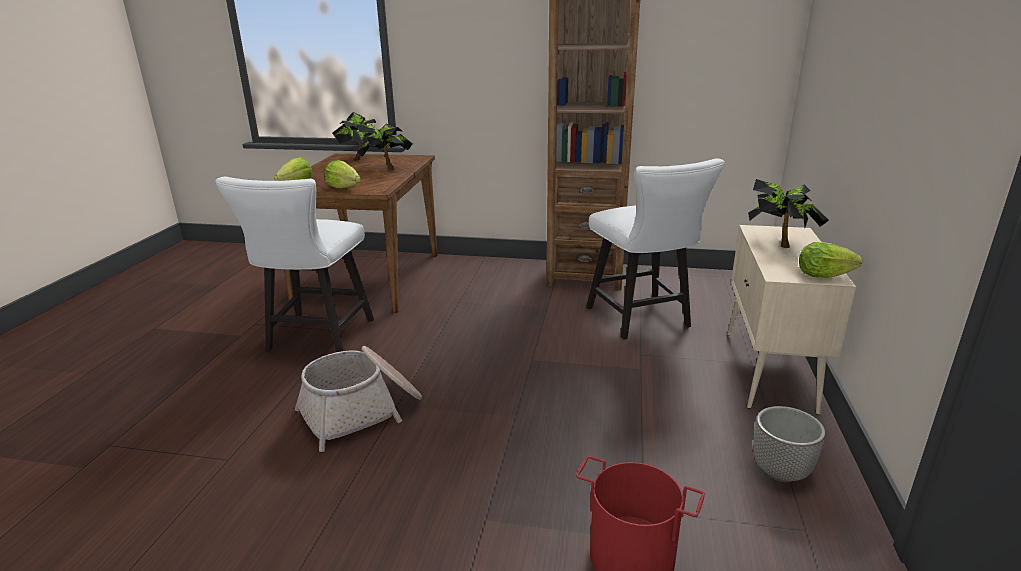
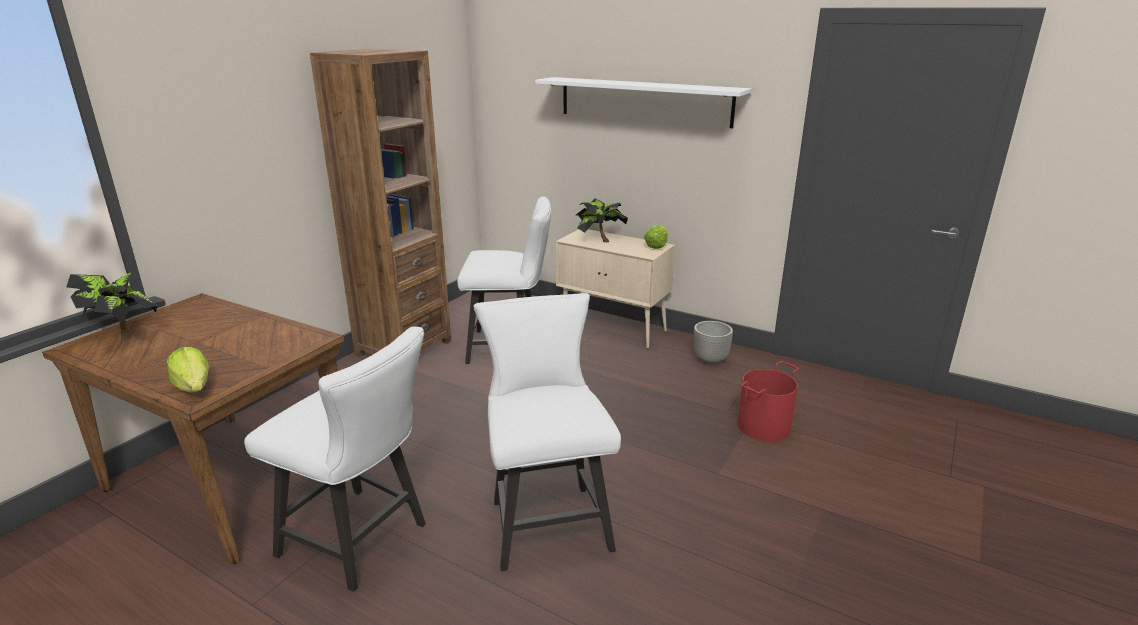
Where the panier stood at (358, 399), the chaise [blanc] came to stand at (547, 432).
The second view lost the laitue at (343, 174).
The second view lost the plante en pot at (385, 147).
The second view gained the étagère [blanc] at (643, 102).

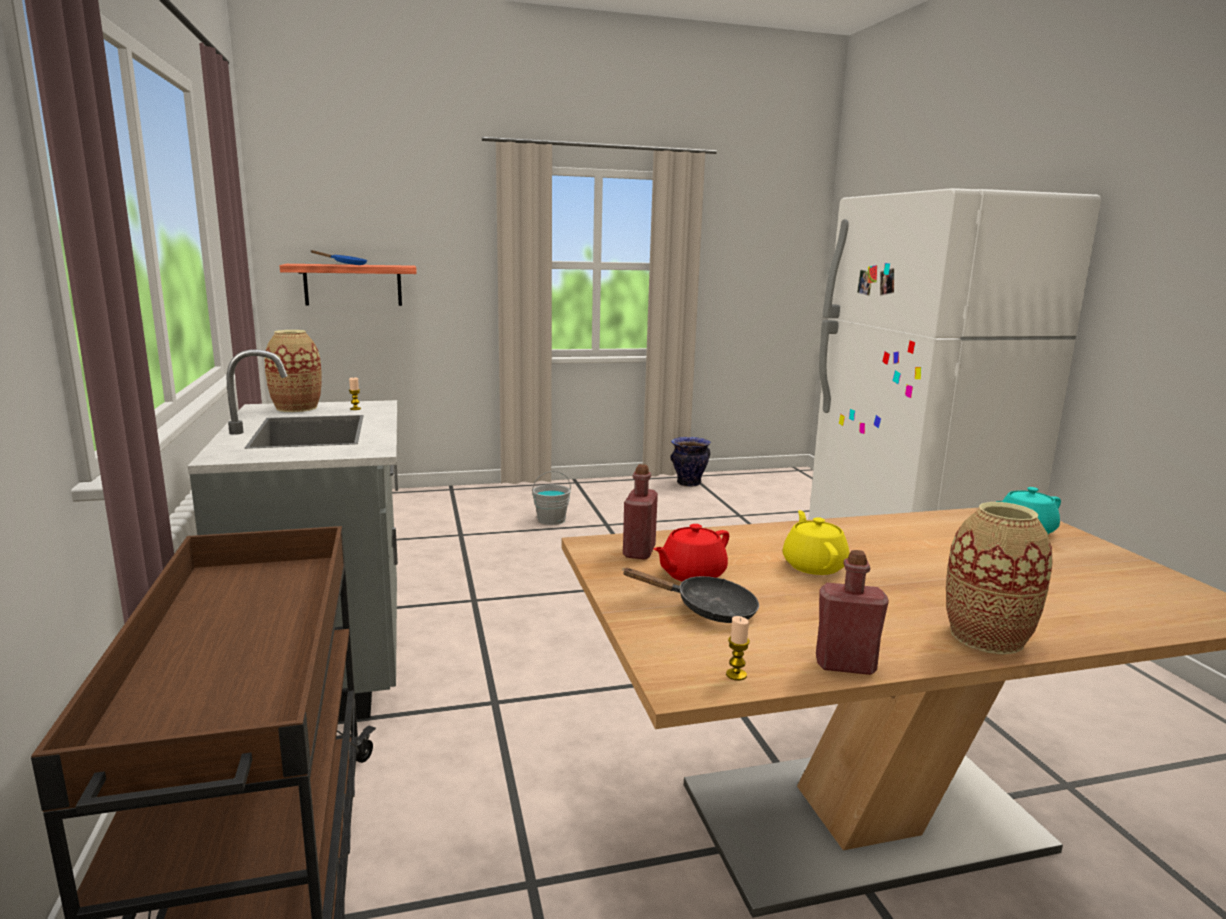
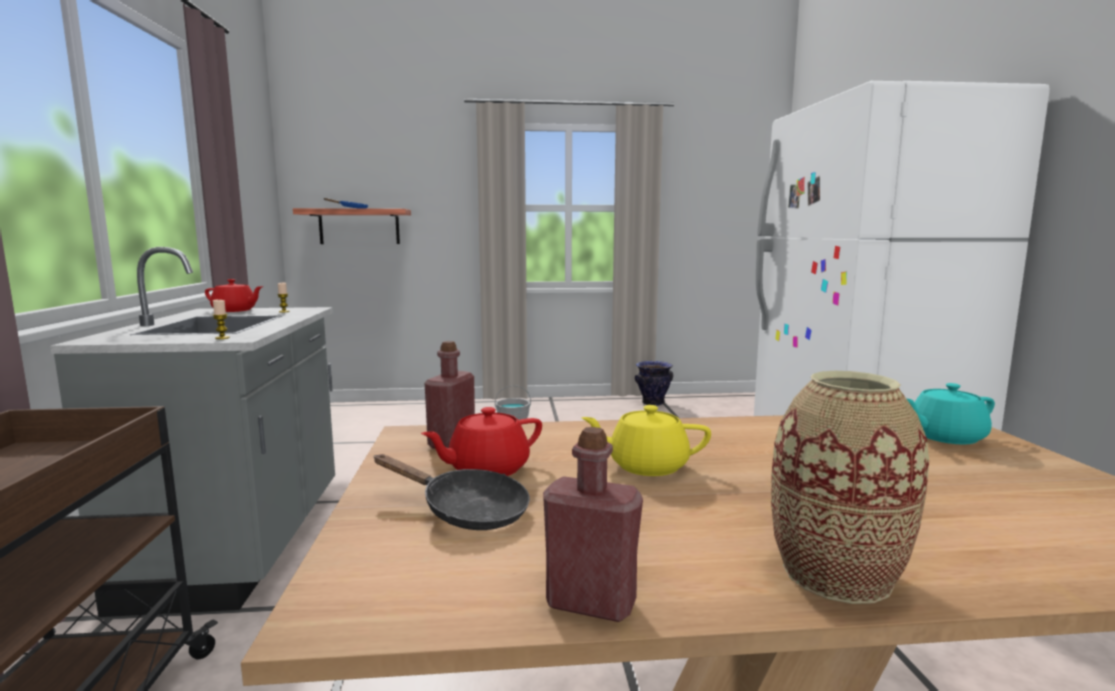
Where the vase stood at (293, 371), the théière [rouge] came to stand at (234, 295).
The bougie ended up elsewhere, having gone from (738, 648) to (221, 319).
The théière [jaune] at (816, 542) ended up facing another way, 90 degrees counterclockwise from before.

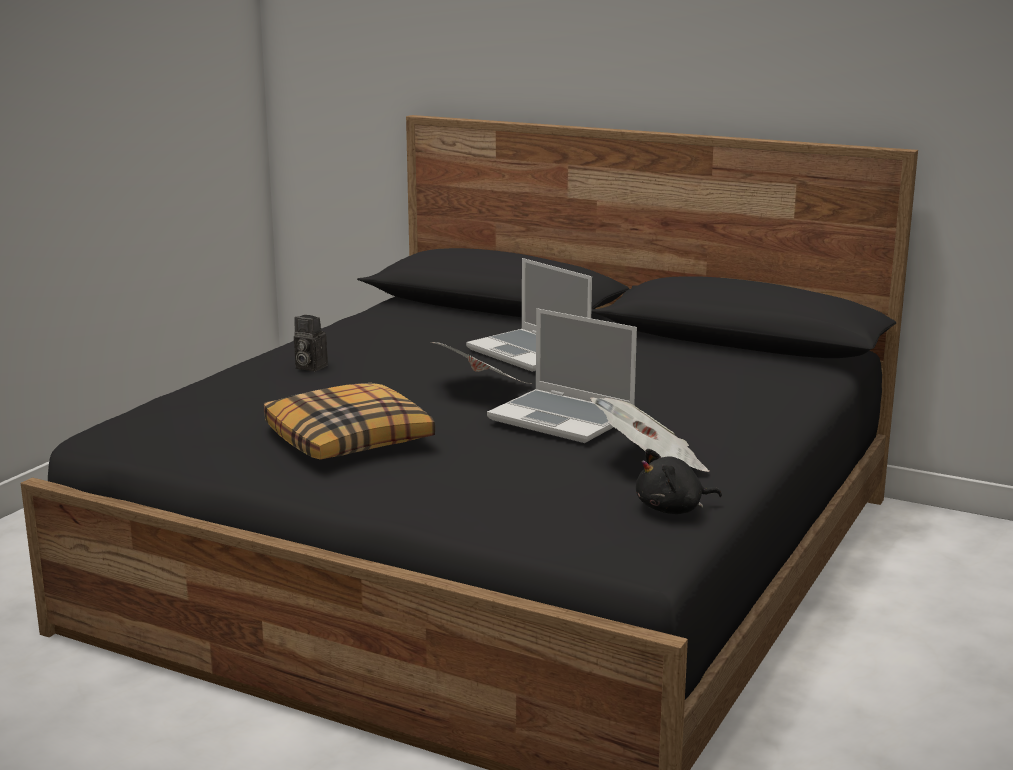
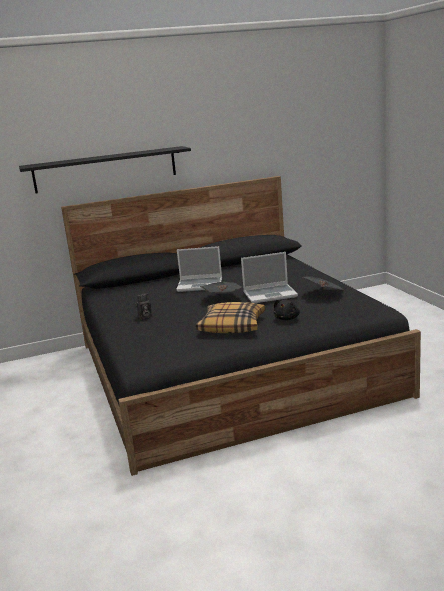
The peluche [noir] ended up elsewhere, having gone from (679, 481) to (287, 310).
The second view gained the étagère [noir] at (105, 170).

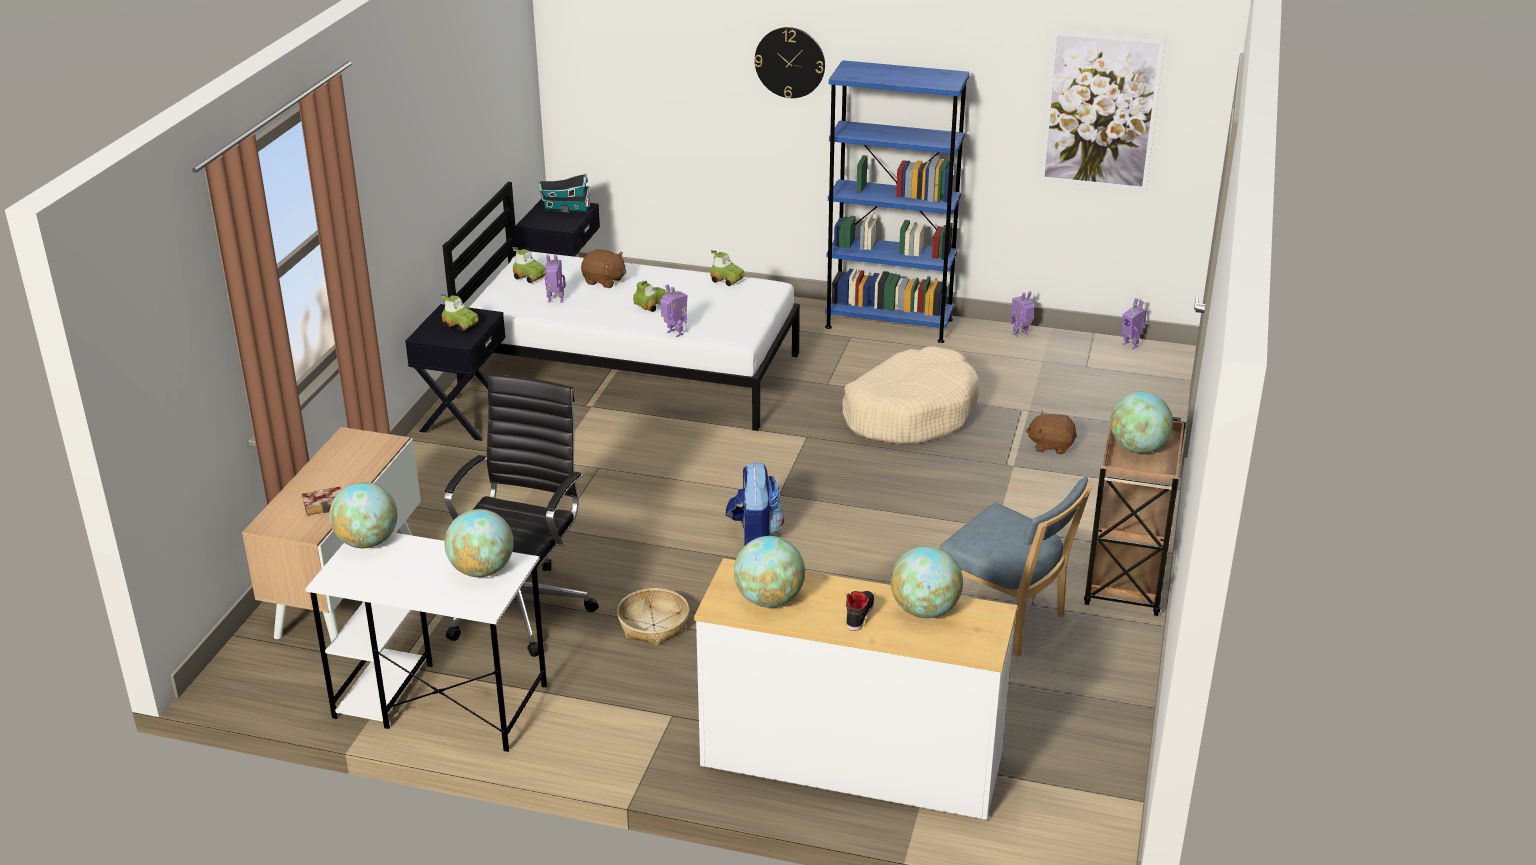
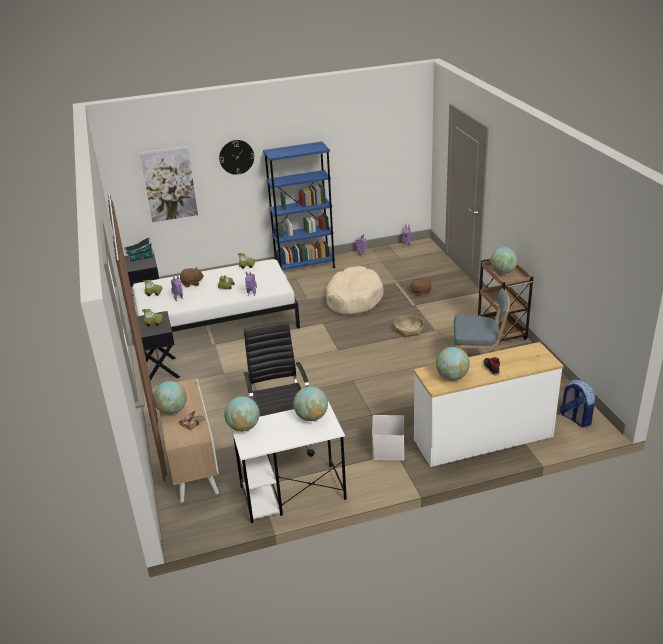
The panier ended up elsewhere, having gone from (653, 617) to (409, 326).
The sac à dos ended up elsewhere, having gone from (755, 503) to (577, 403).
The globe ended up elsewhere, having gone from (927, 582) to (170, 397).
The tableau ended up elsewhere, having gone from (1103, 110) to (169, 185).
The second view gained the boîte de rangement [blanc] at (388, 437).

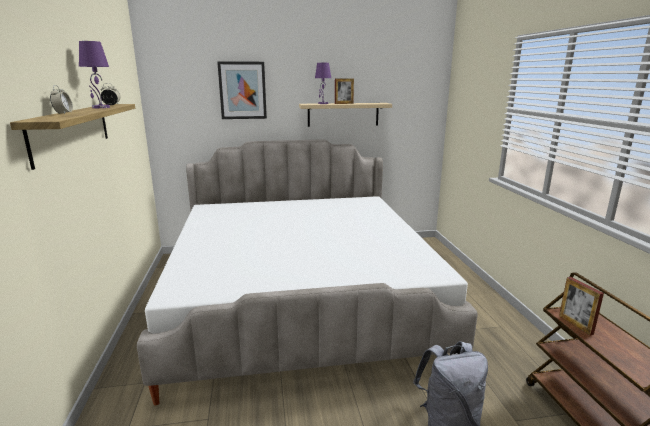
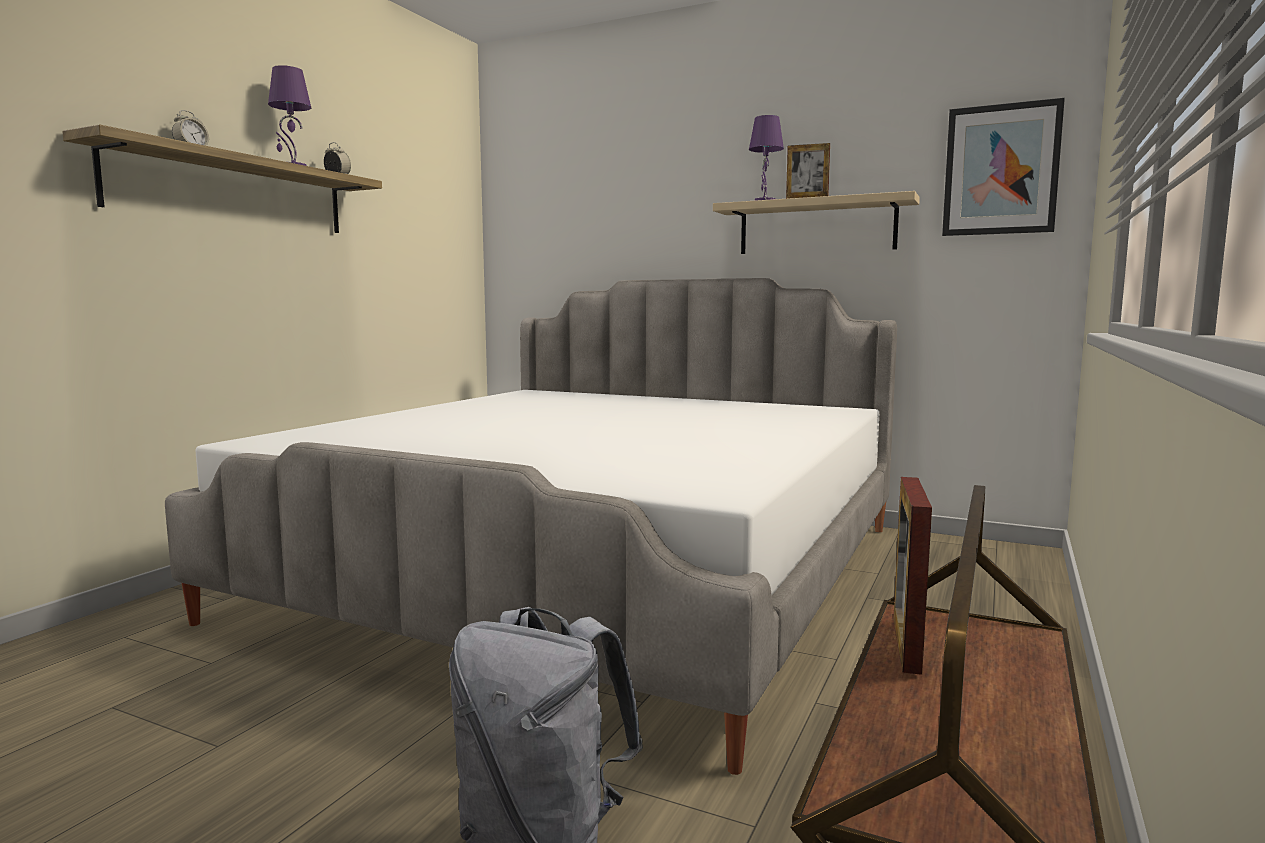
The tableau ended up elsewhere, having gone from (242, 90) to (1003, 167).

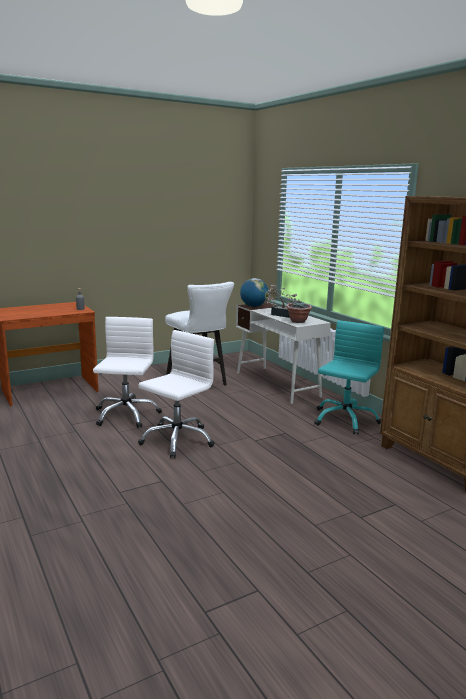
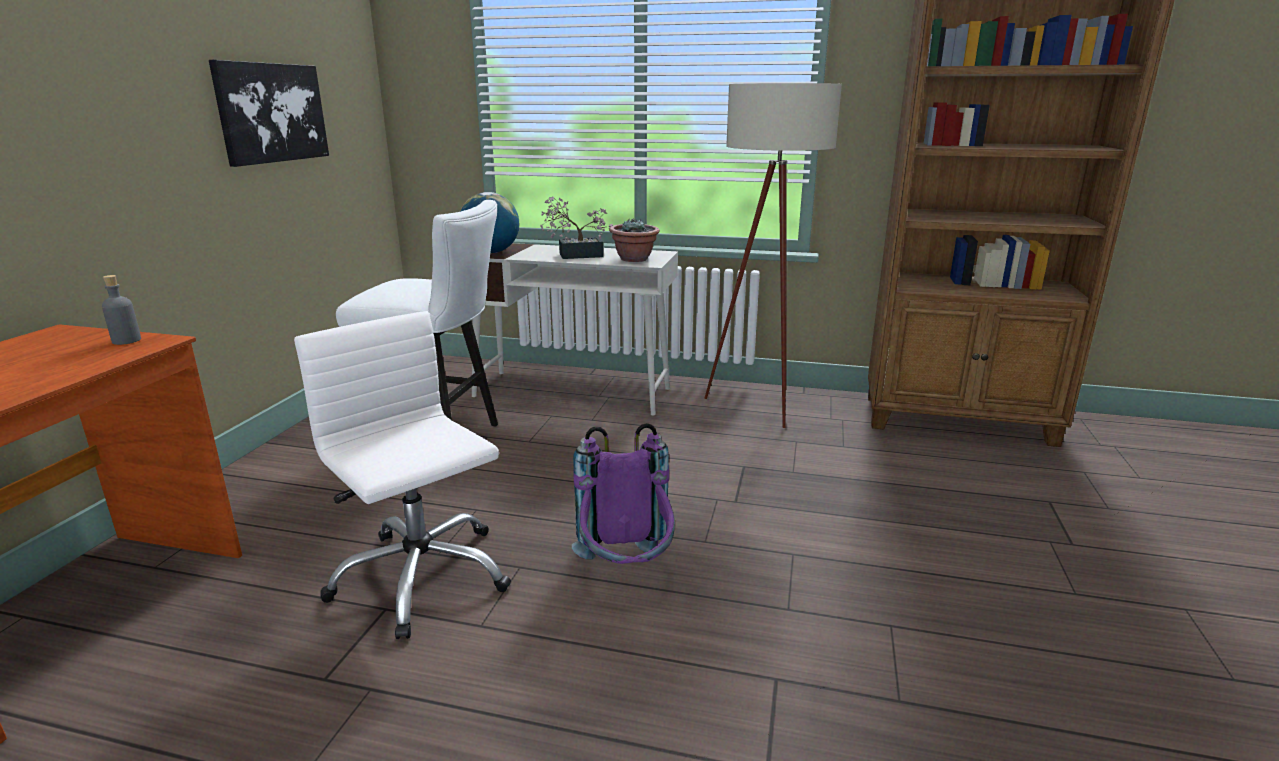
Where the chaise de bureau [blanc] stood at (176, 394), the sac à dos [violet] came to stand at (623, 493).
Where the chaise de bureau [turquoise] stood at (349, 377), the lampadaire [beige] came to stand at (773, 255).
The second view gained the tableau at (269, 113).

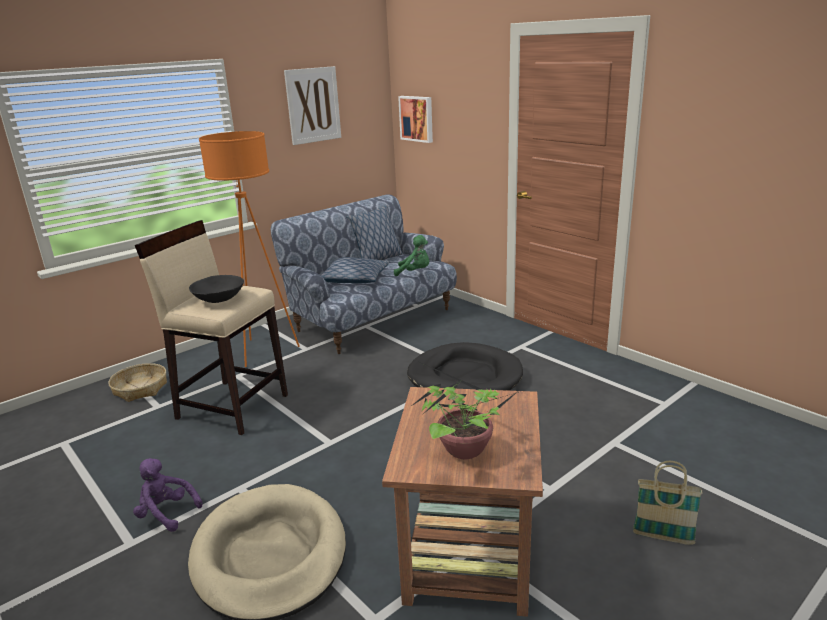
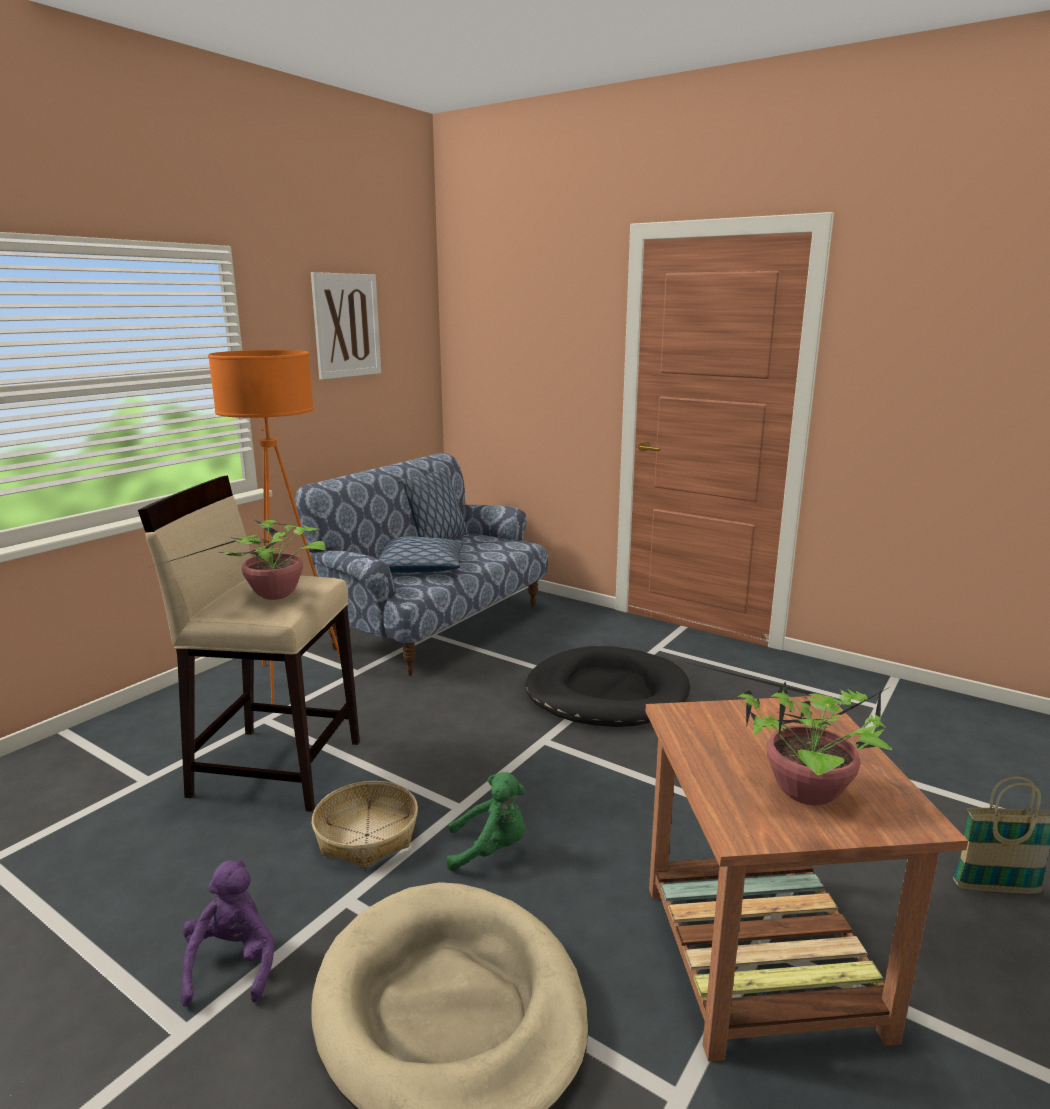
The panier ended up elsewhere, having gone from (137, 382) to (365, 824).
The peluche [violet] at (167, 495) ended up facing another way, 75 degrees clockwise from before.
Where the bol [noir] stood at (216, 289), the plante en pot came to stand at (237, 559).
The peluche [vert] ended up elsewhere, having gone from (411, 255) to (485, 821).
The second view lost the tableau at (415, 119).

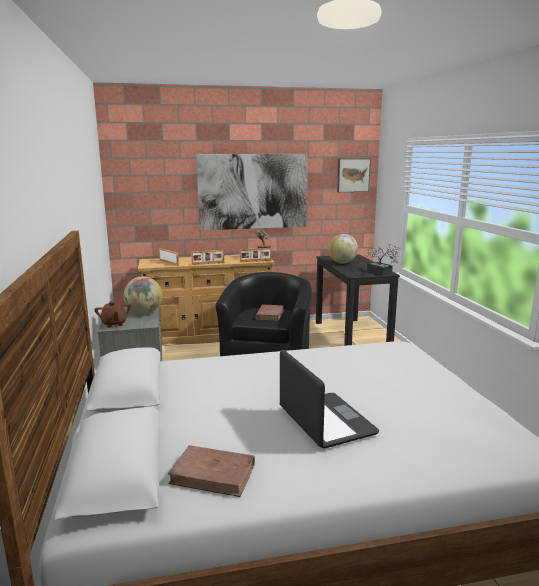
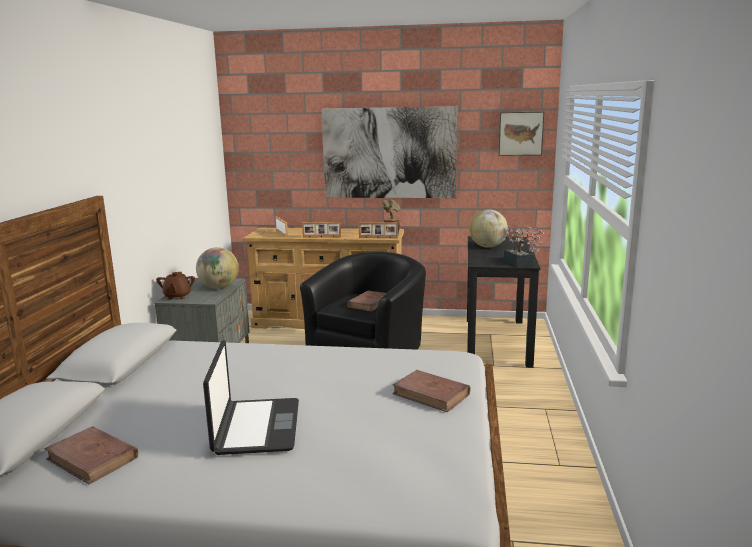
The second view gained the livre [marron] at (431, 391).

